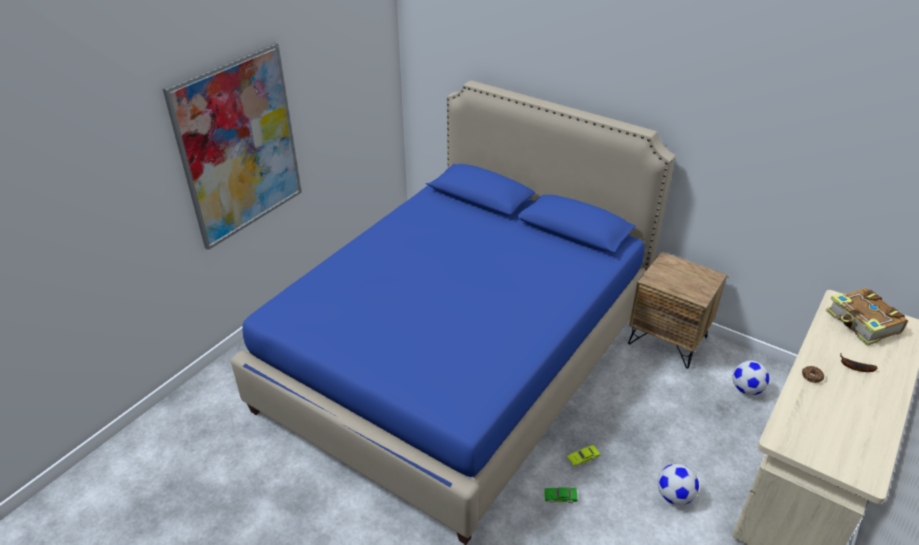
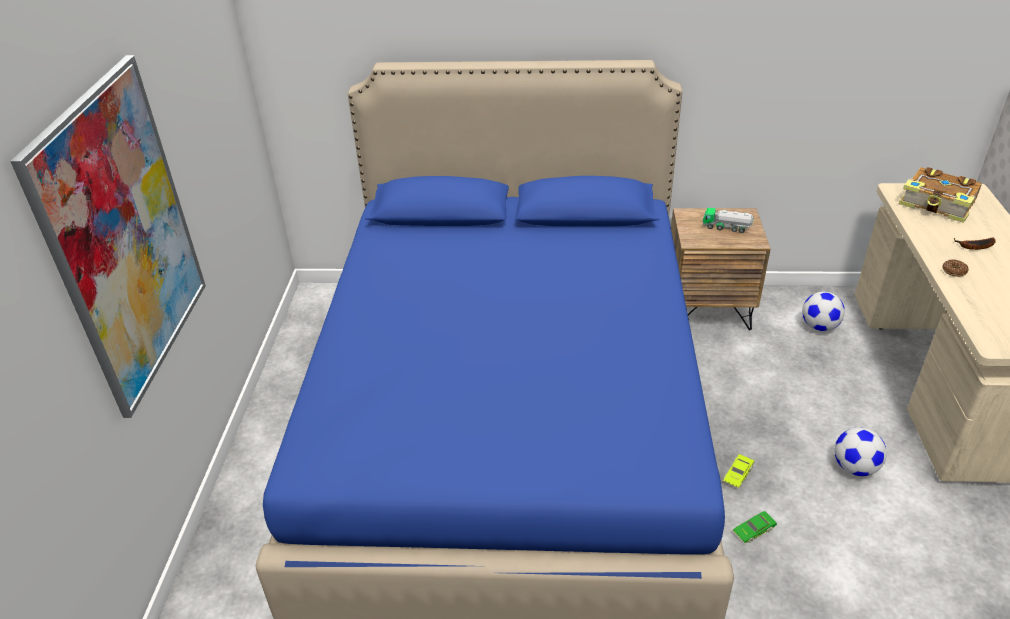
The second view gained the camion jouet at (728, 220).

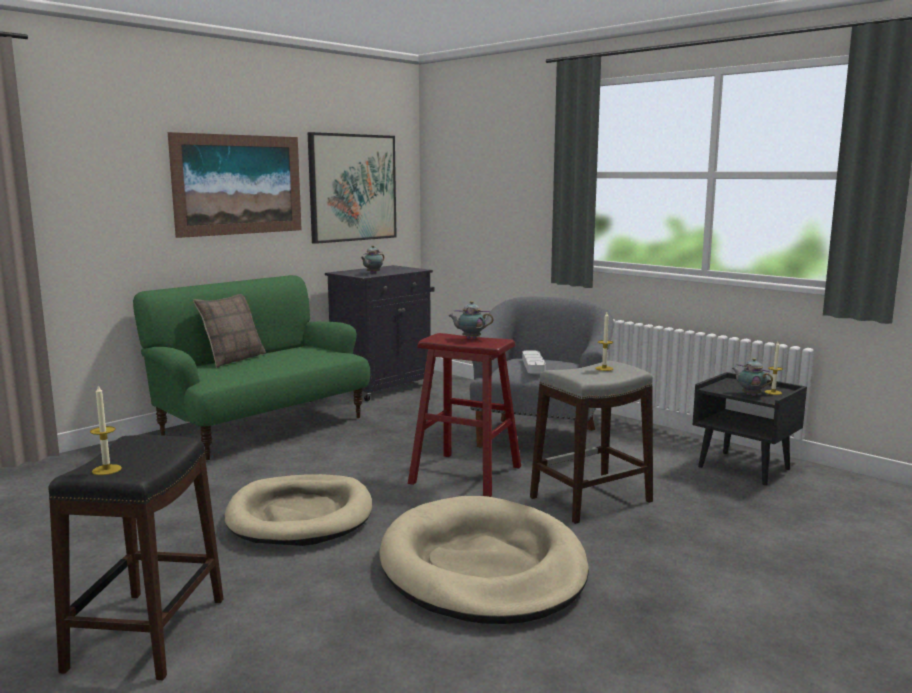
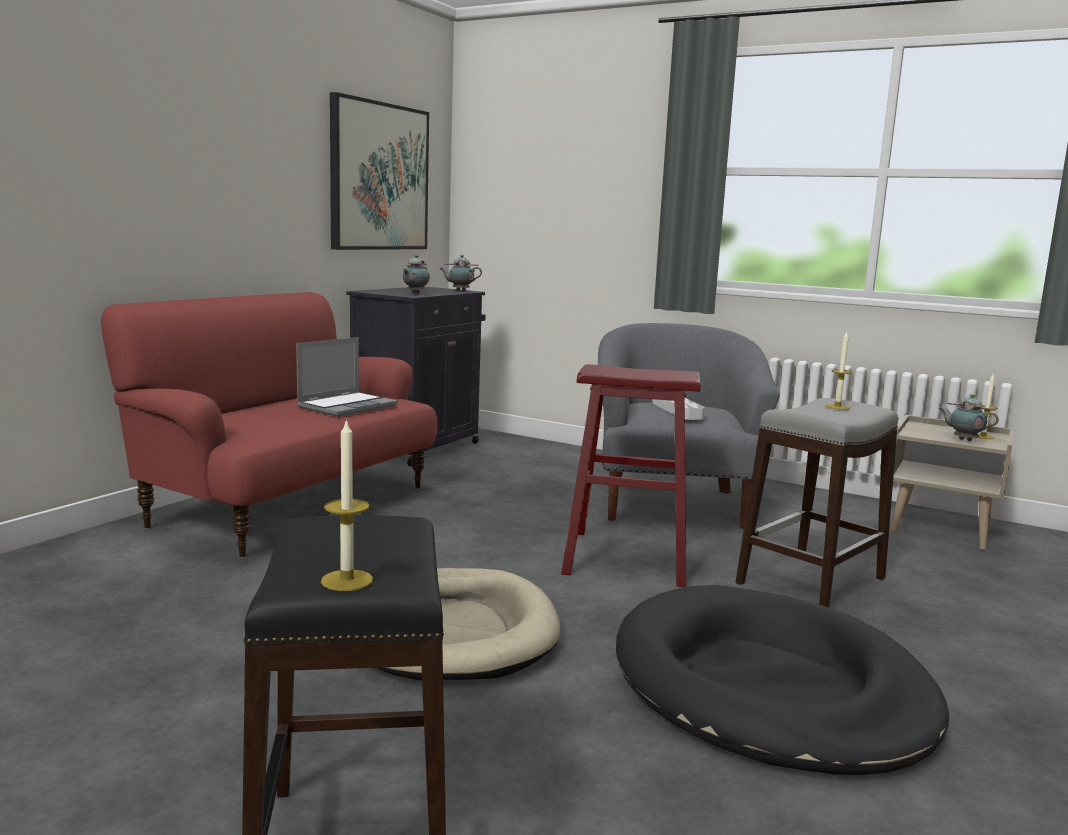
What was the canapé [vert] at (251, 368) turned into the canapé [rouge] at (269, 425).
The second view lost the tableau at (235, 185).
The second view lost the coussin at (229, 331).
What was the panier pour chien [beige] at (484, 560) turned into the panier pour chien [noir] at (782, 680).
The théière ended up elsewhere, having gone from (471, 320) to (461, 273).
What was the table de chevet [noir] at (750, 428) turned into the table de chevet [beige] at (952, 482).
The second view gained the ordinateur portable at (347, 377).

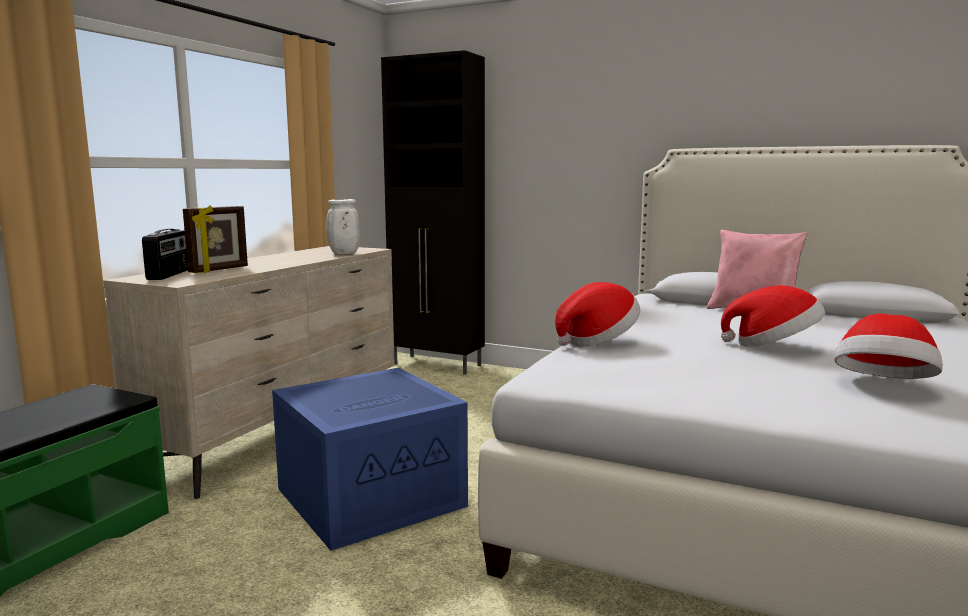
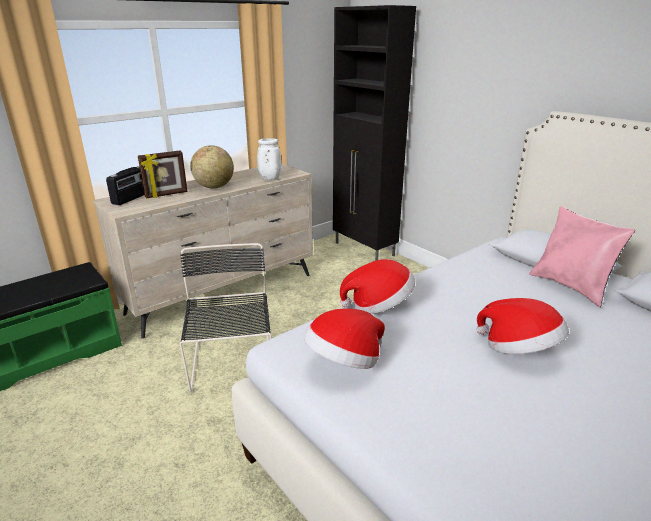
Where the boîte de rangement [bleu] stood at (370, 459), the chaise [noir] came to stand at (226, 317).
The chapeau ended up elsewhere, having gone from (888, 346) to (344, 338).
The second view gained the globe at (212, 167).

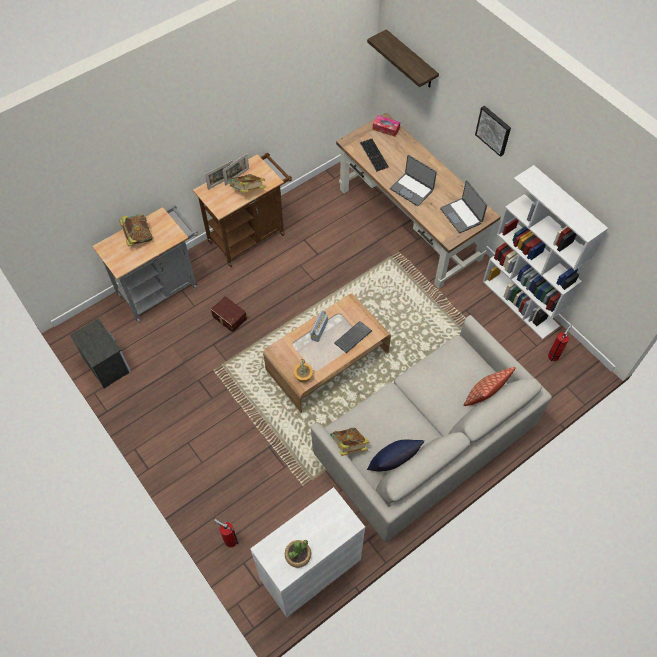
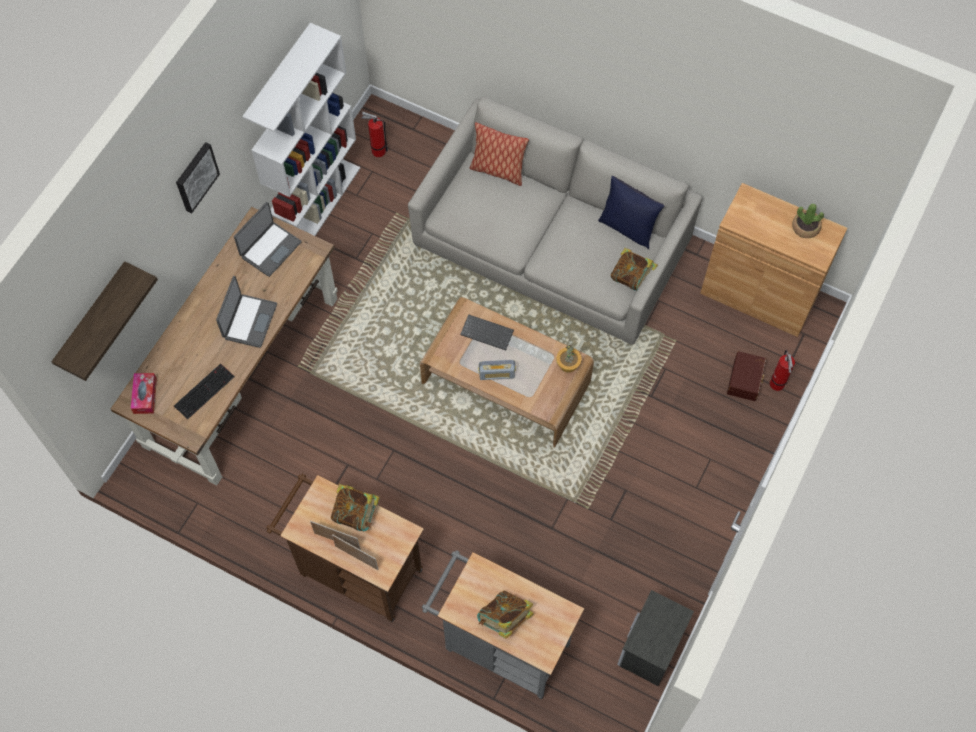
The boîte de rangement [marron] ended up elsewhere, having gone from (229, 314) to (746, 376).
What was the meuble de rangement [blanc] at (307, 552) turned into the meuble de rangement [marron] at (773, 260).

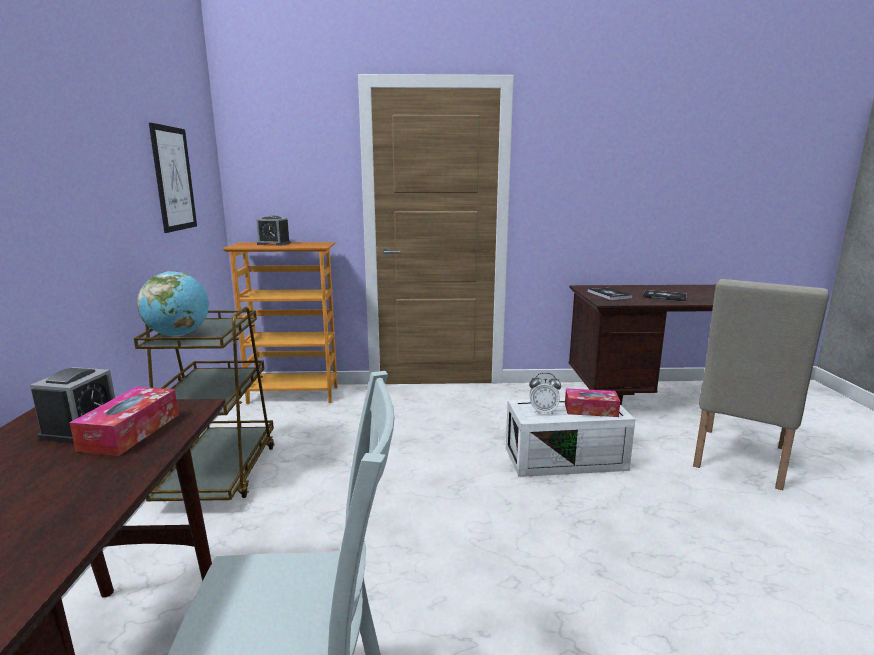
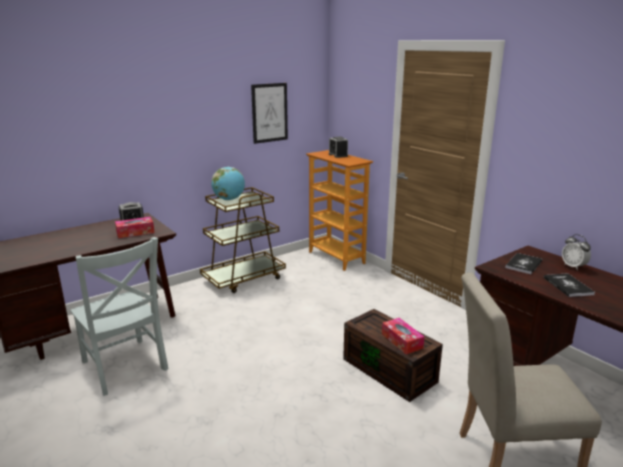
What was the boîte de rangement [blanc] at (570, 437) turned into the boîte de rangement [marron] at (393, 355).
The réveil ended up elsewhere, having gone from (545, 393) to (576, 252).

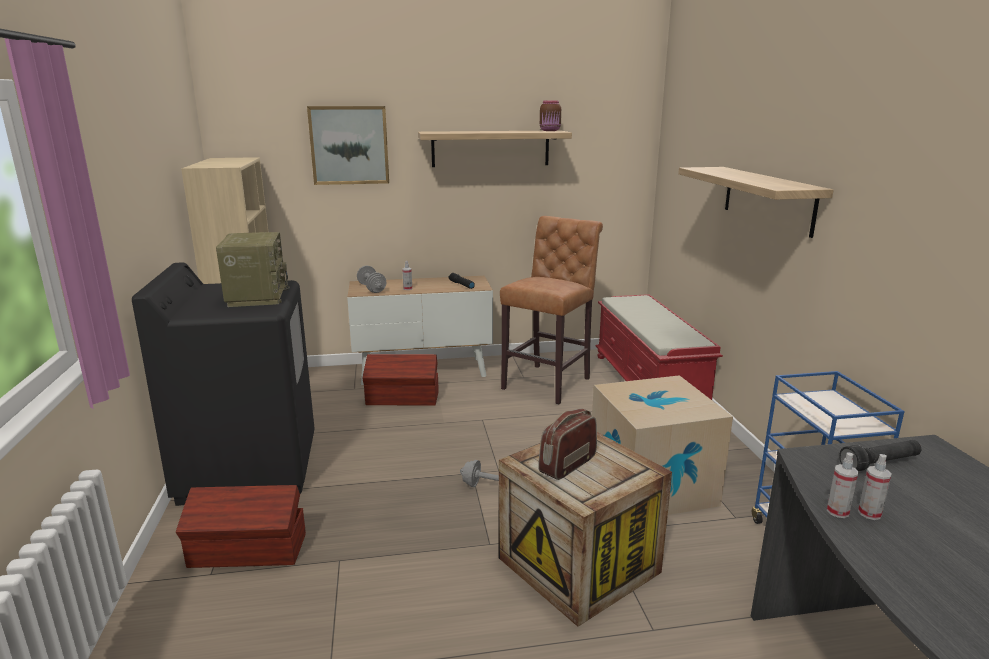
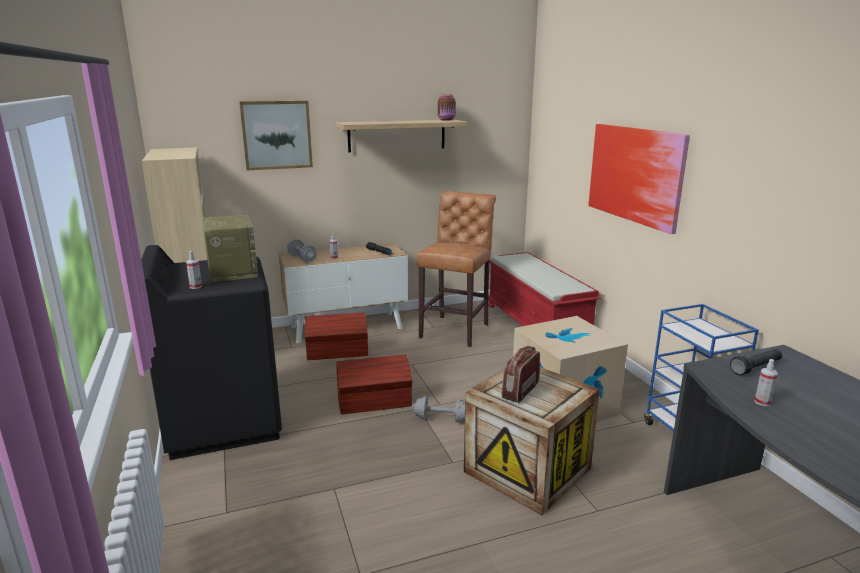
The boîte de rangement [marron] ended up elsewhere, having gone from (241, 526) to (374, 384).
Where the étagère hung at (756, 202), the tableau came to hang at (639, 179).
The vaporisateur ended up elsewhere, having gone from (842, 485) to (194, 270).

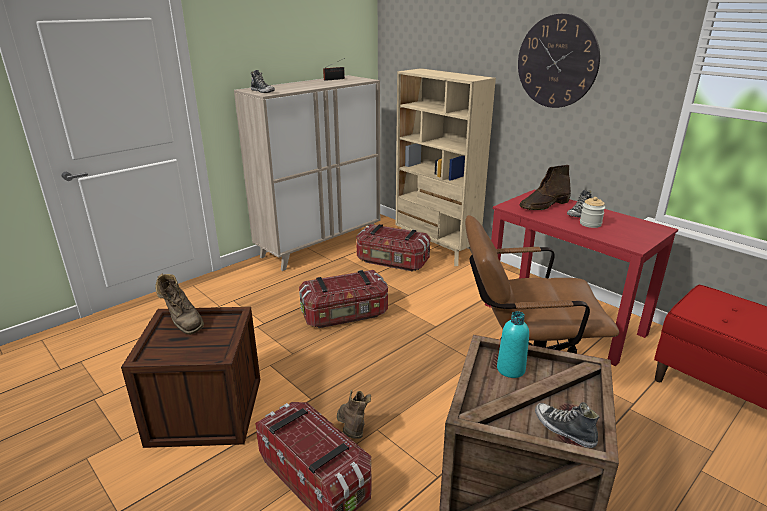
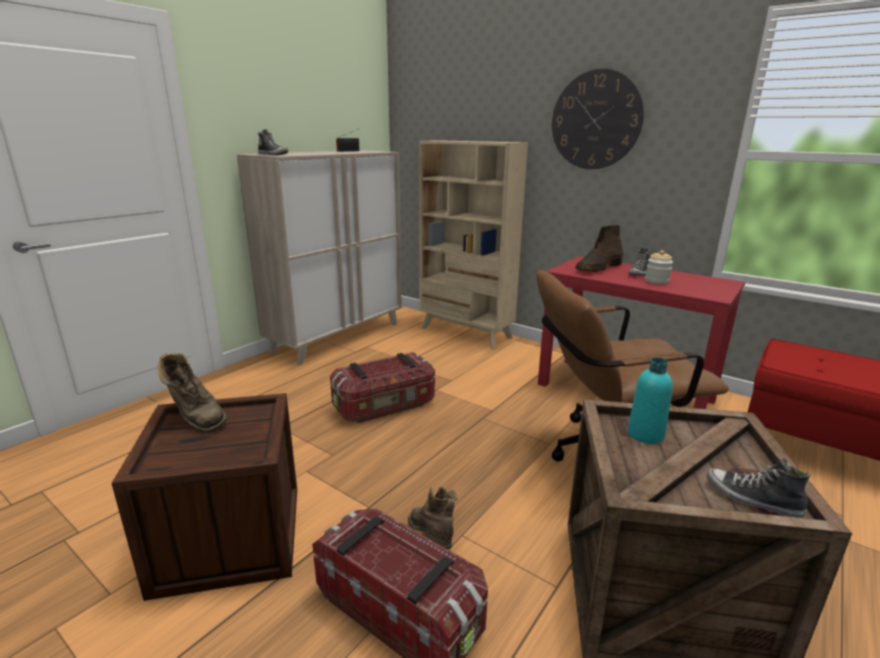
The second view lost the boîte de rangement at (393, 247).

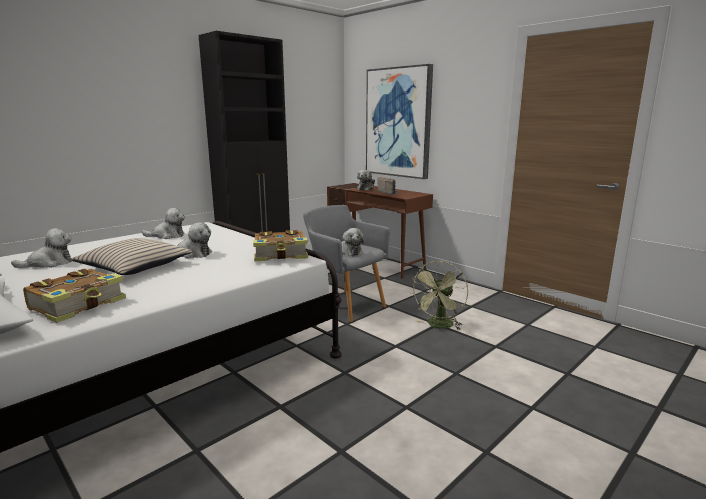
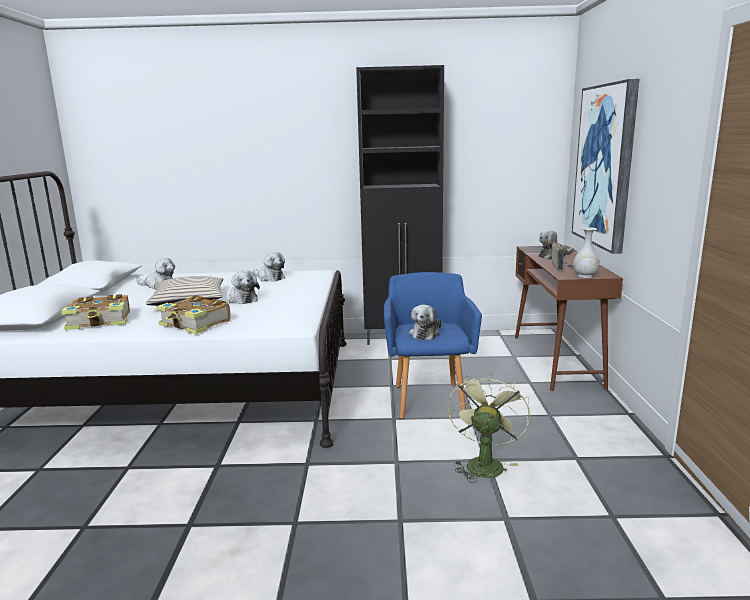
The livre ended up elsewhere, having gone from (280, 246) to (193, 314).
What was the fauteuil [gris] at (346, 263) turned into the fauteuil [bleu] at (433, 345).
The ventilateur [vert] at (439, 295) ended up facing another way, 120 degrees clockwise from before.
The second view gained the vase [blanc] at (586, 252).

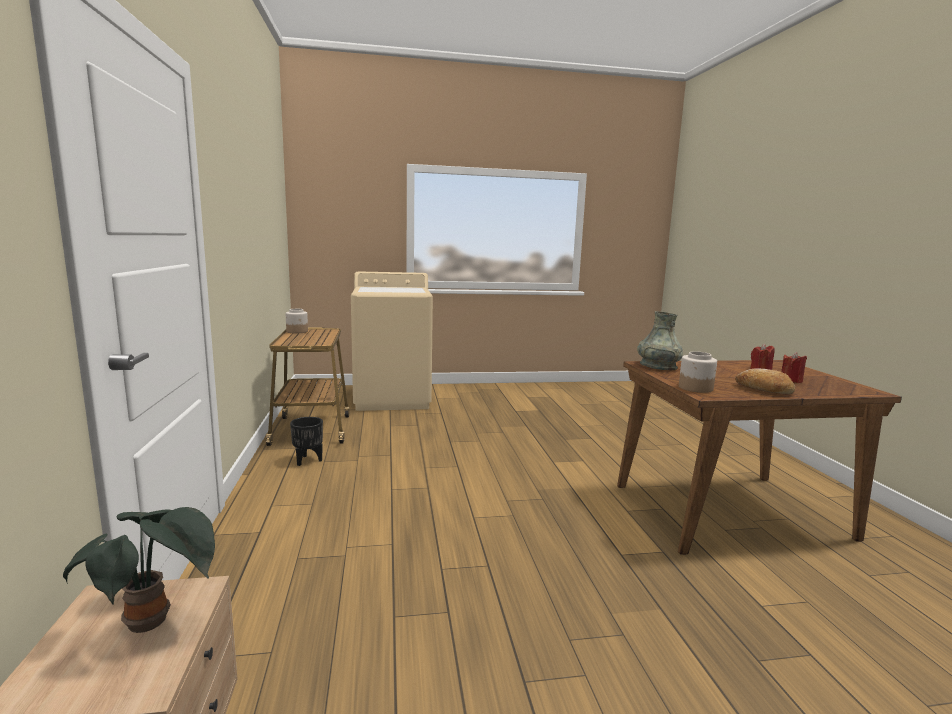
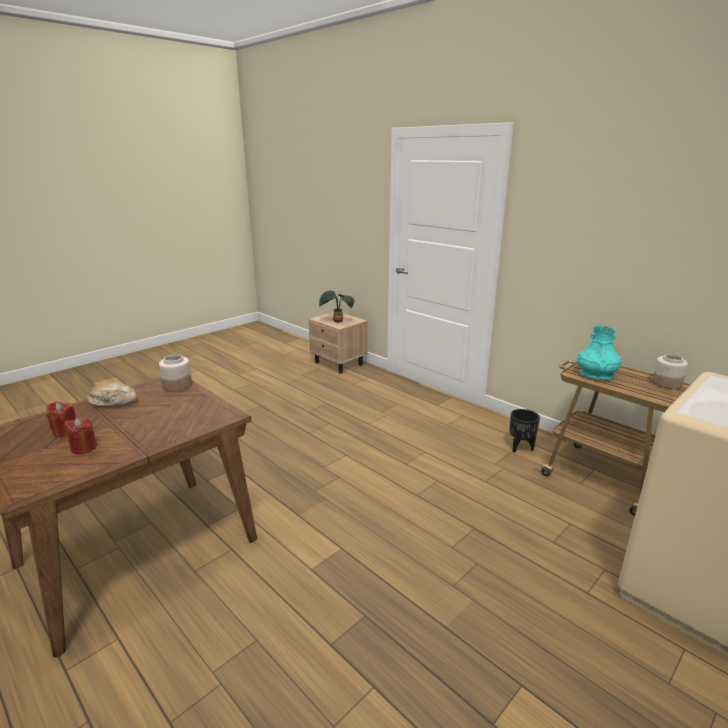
The second view lost the vase [gris] at (660, 340).
The second view gained the vase [turquoise] at (599, 353).

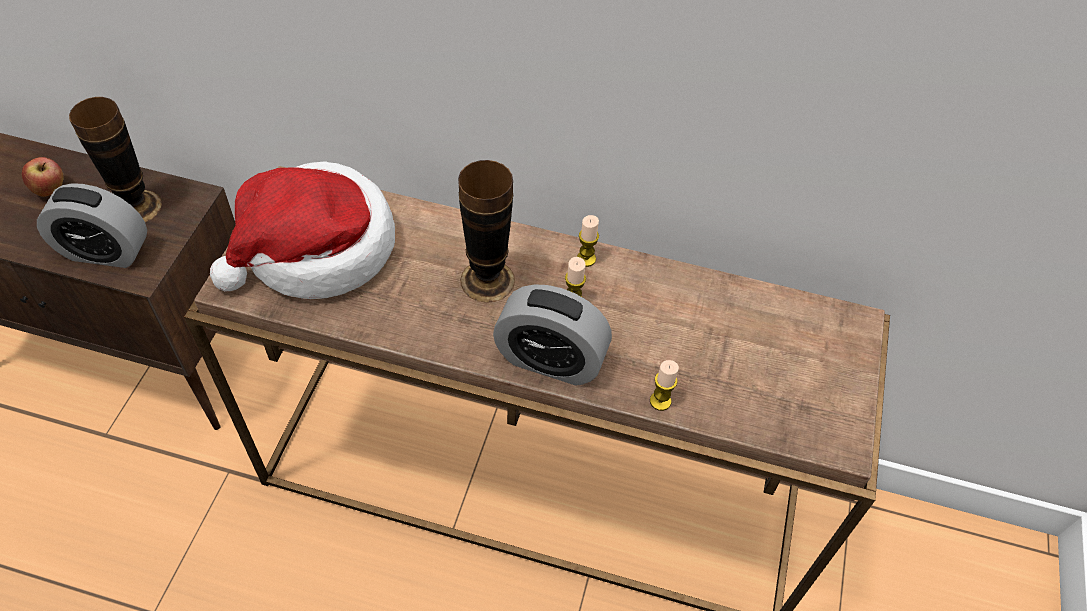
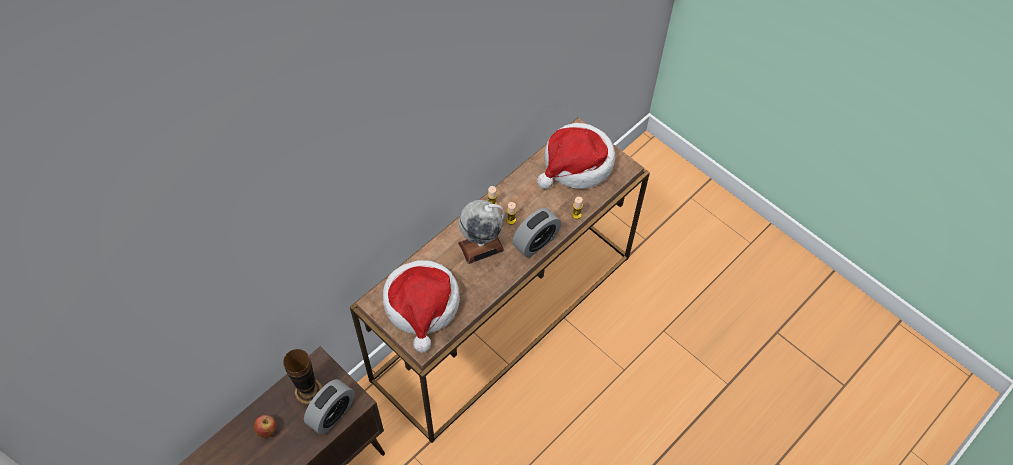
Where the vase stood at (486, 231), the globe came to stand at (481, 232).
The second view gained the chapeau at (576, 156).

